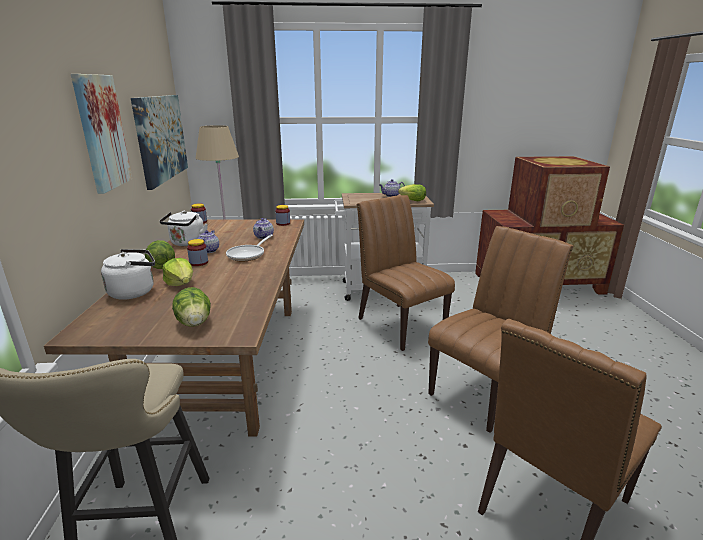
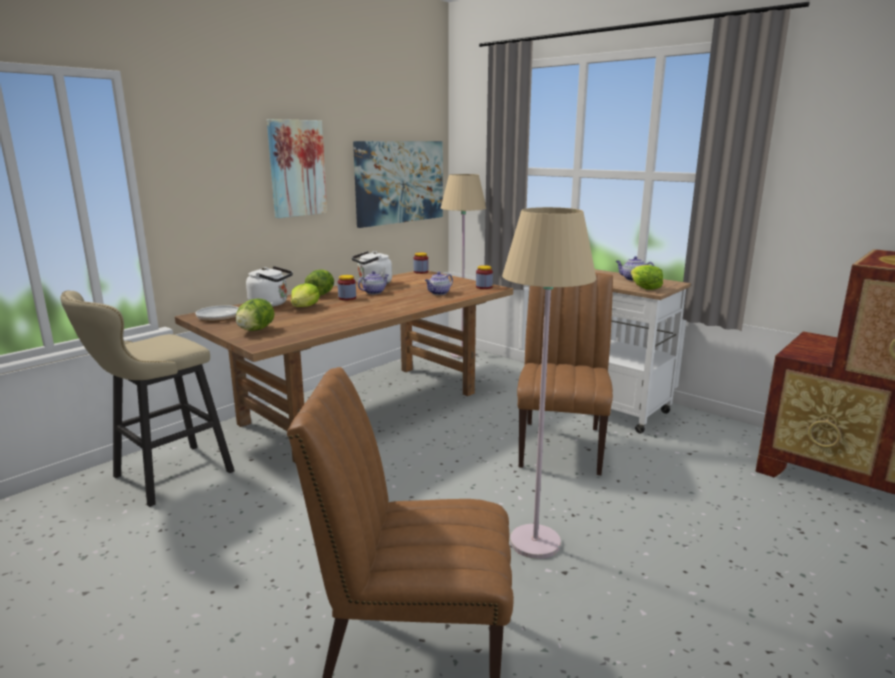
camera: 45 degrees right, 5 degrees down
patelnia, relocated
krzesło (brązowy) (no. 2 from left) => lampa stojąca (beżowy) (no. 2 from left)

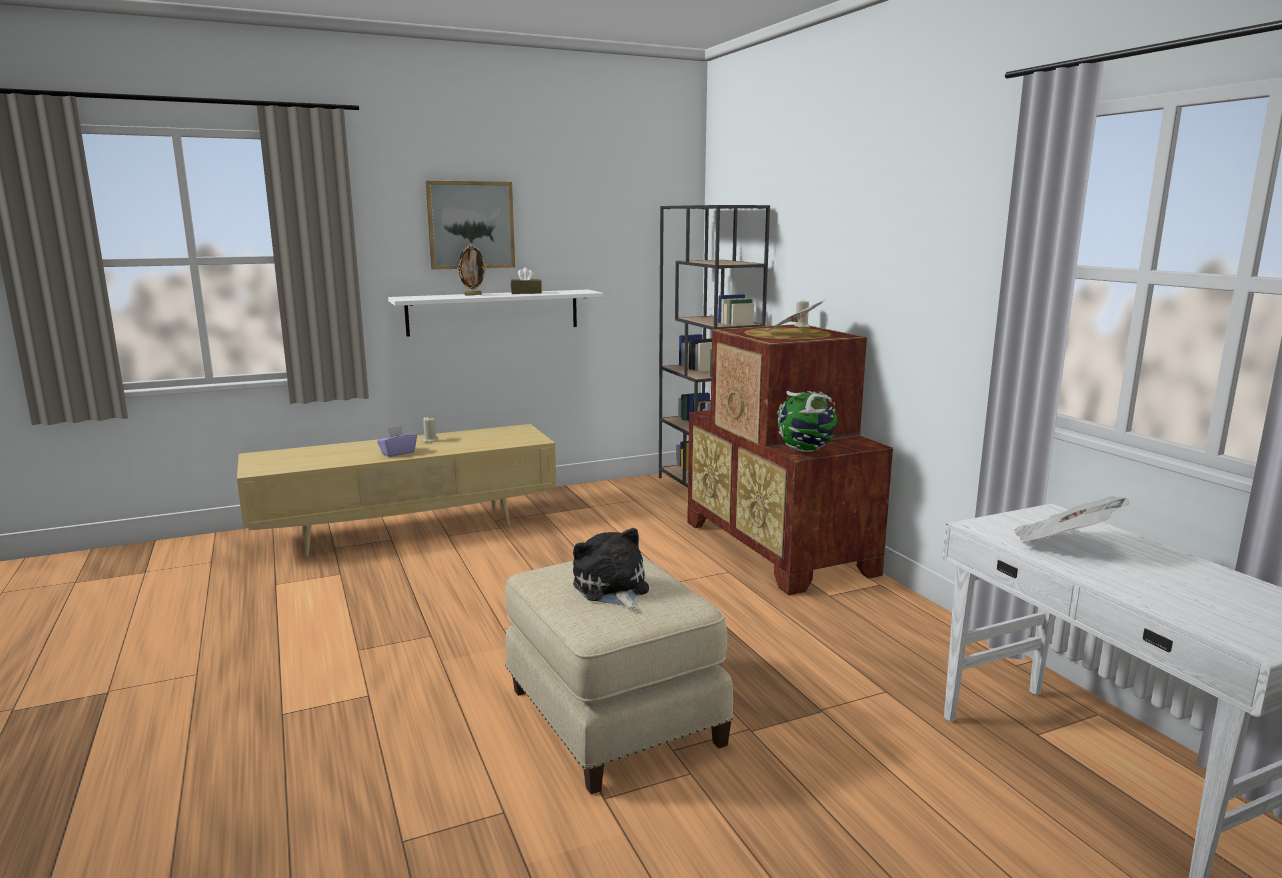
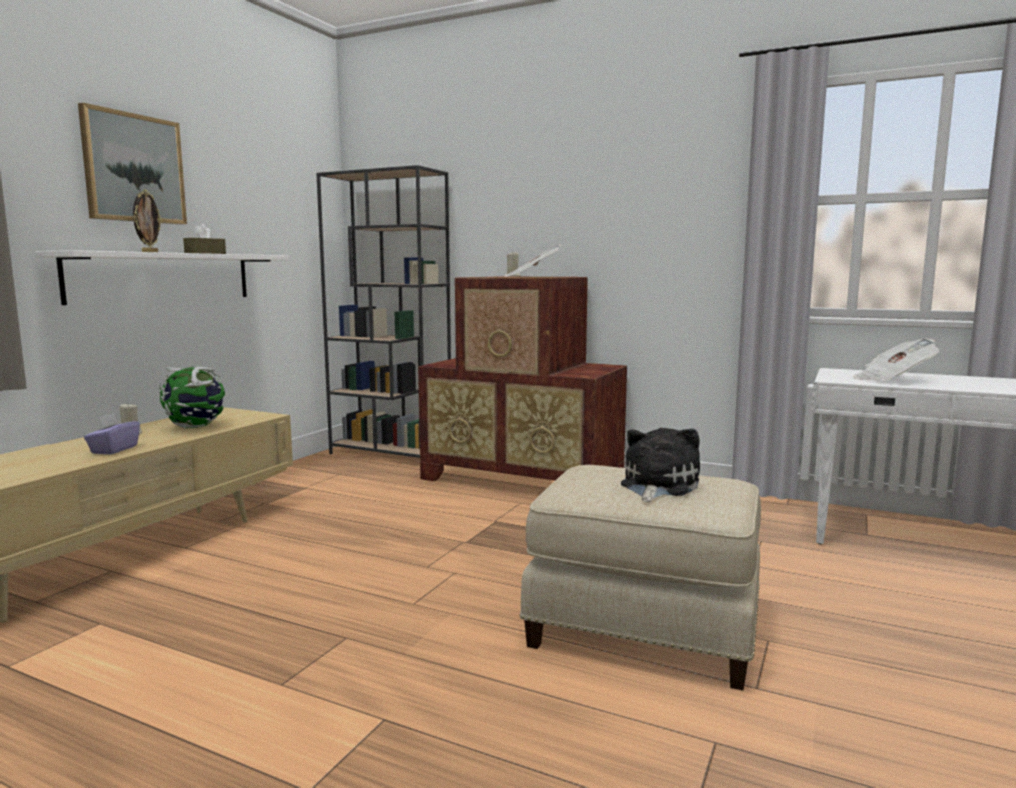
camera: 40 degrees left, 5 degrees down
pluszak, 90 degrees clockwise
globus, relocated

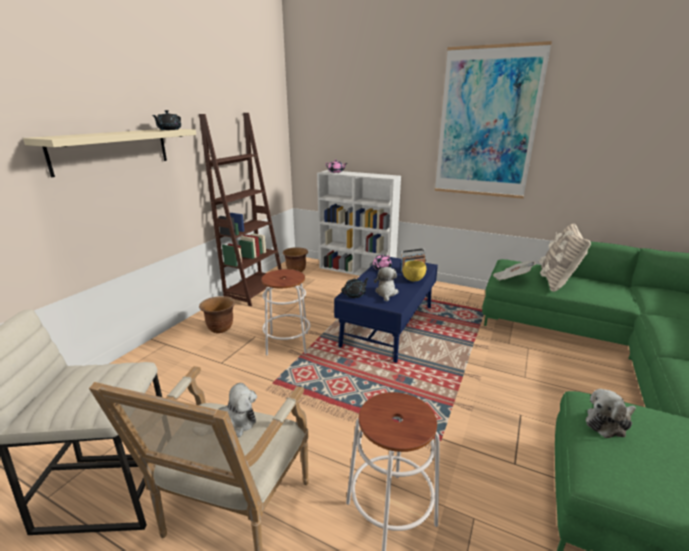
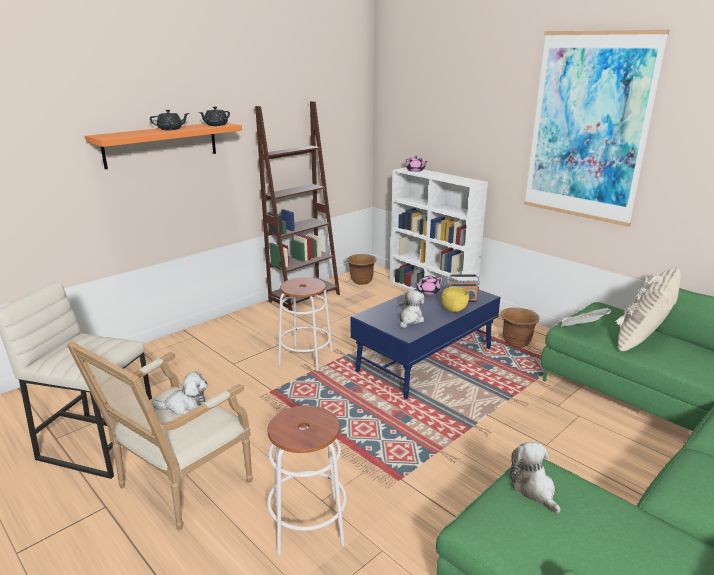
camera: 20 degrees right, 0 degrees up
półka (beżowy) => półka (pomarańczowy)
donica (brązowy) (no. 1 from left in the first image) => donica (brązowy) (no. 2 from left), relocated
imbryk (czarny) (no. 2 from left in the first image) => imbryk (czarny) (no. 1 from left), relocated
pluszak (no. 3 from left), 75 degrees clockwise

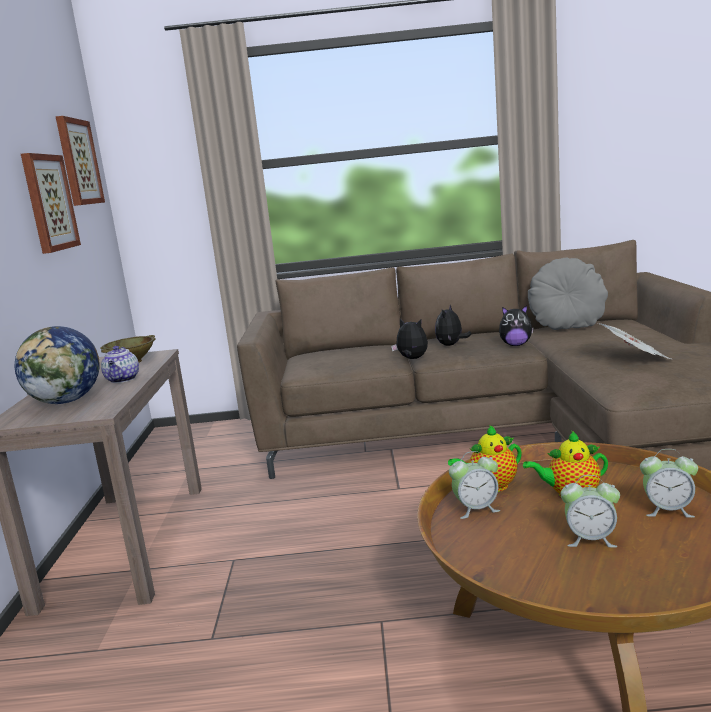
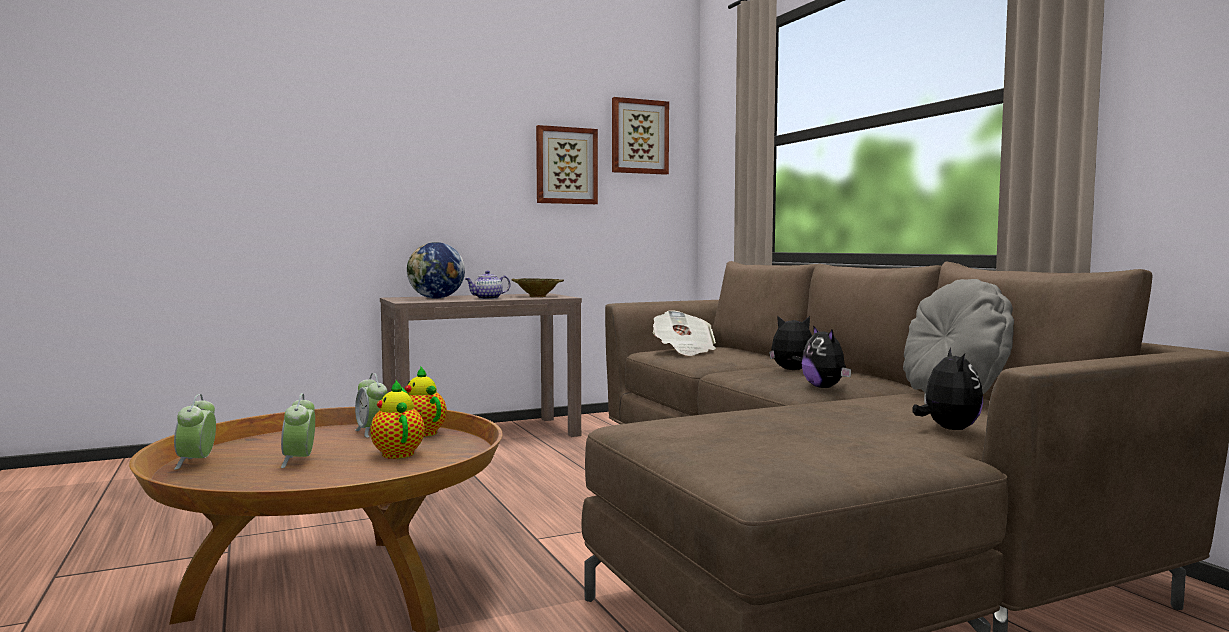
camera: 65 degrees right, 10 degrees down
pluszak (no. 1 from left in the first image) => pluszak (no. 3 from left), relocated
gazeta, relocated
budzik (no. 3 from left in the first image) => budzik (no. 1 from left), relocated

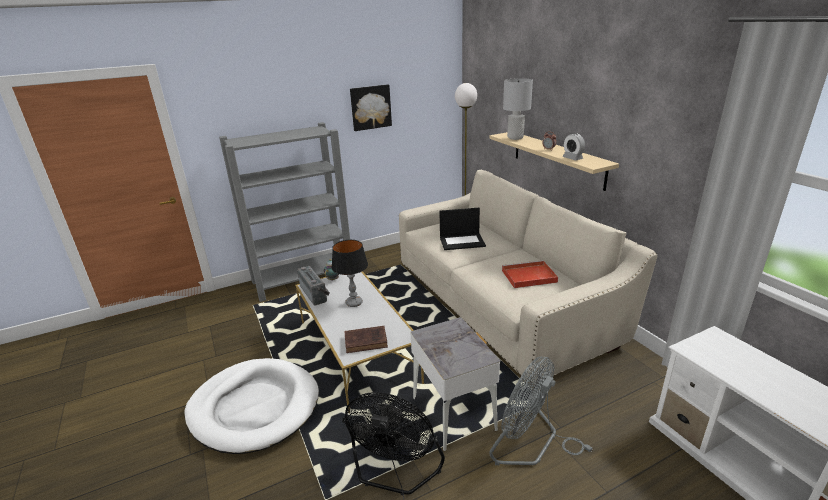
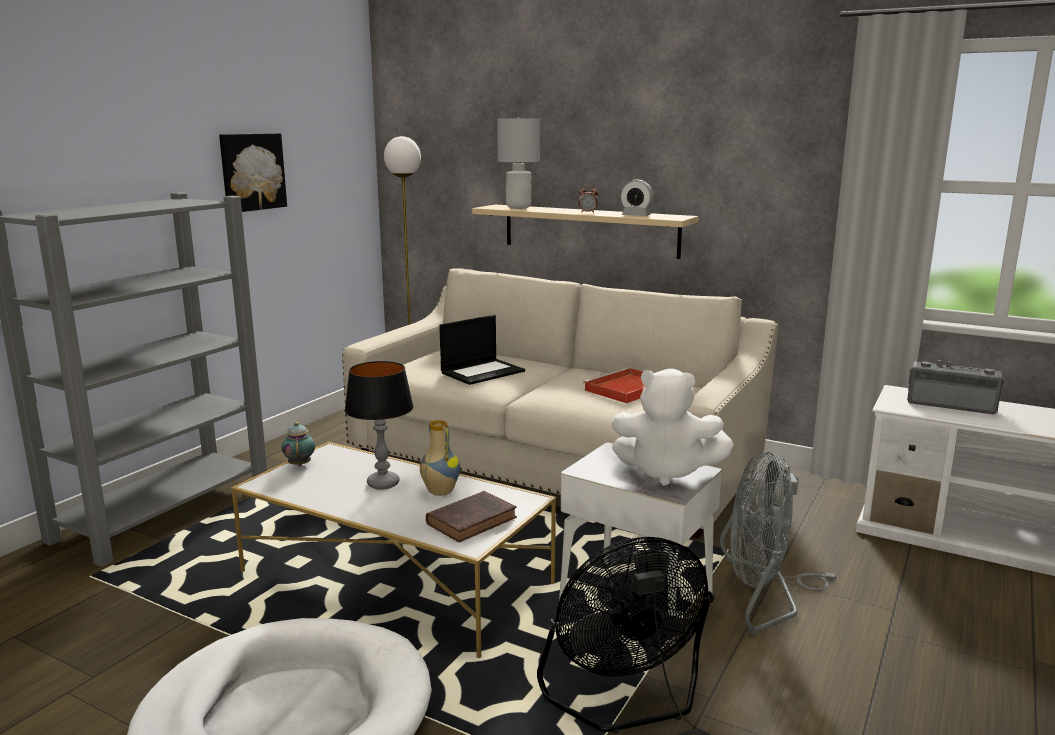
camera: 35 degrees left, 10 degrees down
radio, relocated
nothing => wazon
nothing => pluszak (biały)

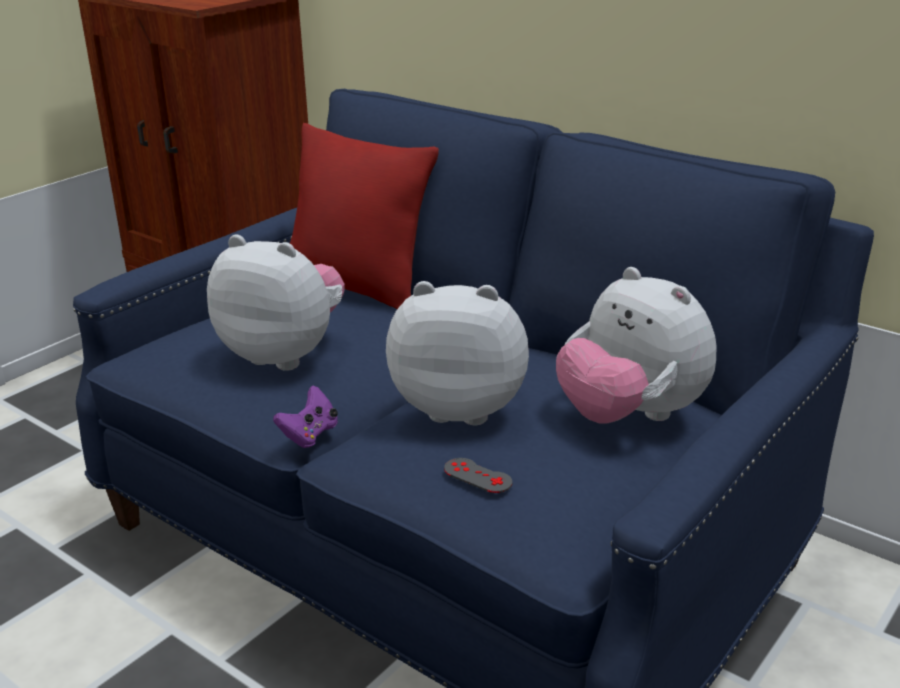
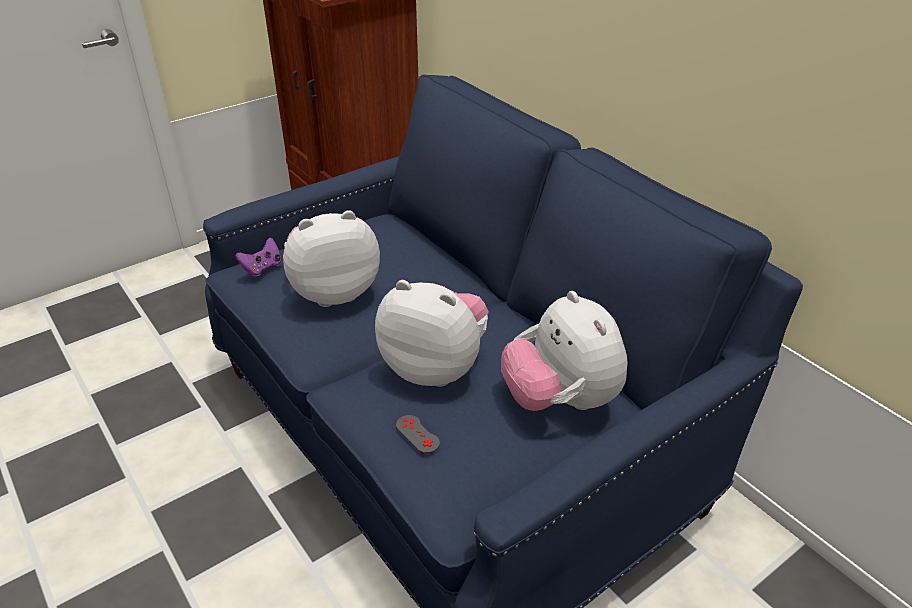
camera: 15 degrees right, 10 degrees up
pluszak (no. 1 from left), 60 degrees counterclockwise
pad do gier (fioletowy), relocated
poduszka (czerwony) => nothing

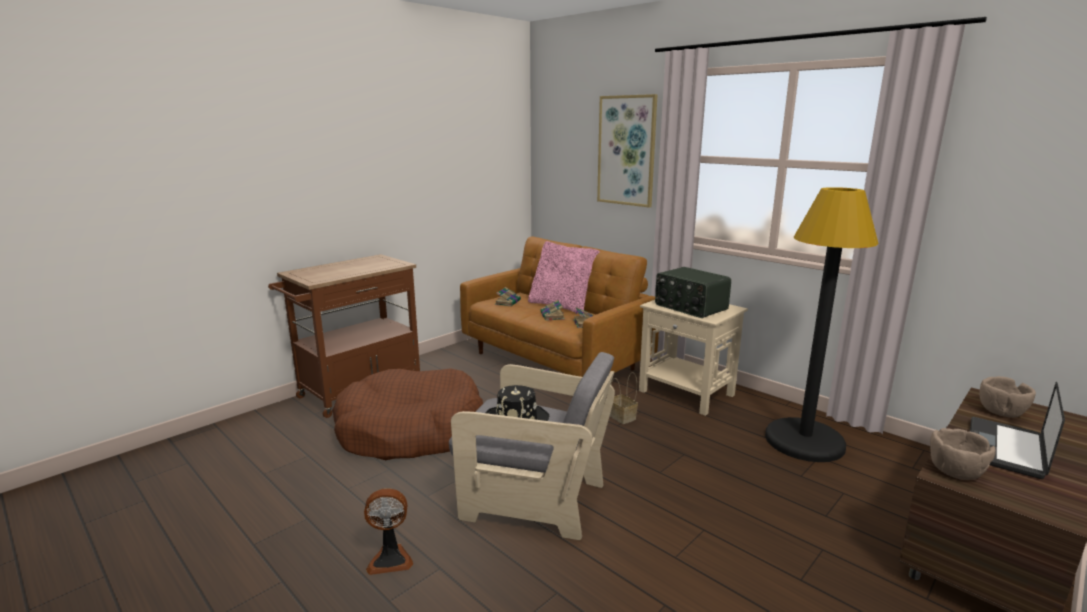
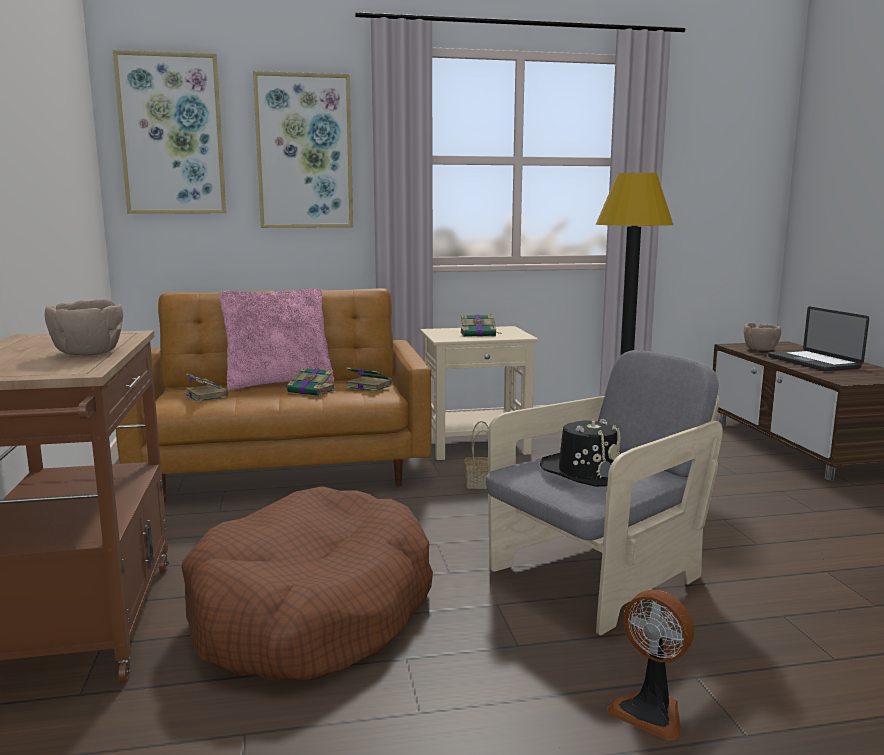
camera: 55 degrees left, 5 degrees down
wentylator, 105 degrees clockwise
radio => książka (no. 4 from left)
miska (brązowy) (no. 1 from left), relocated
nothing => obraz (no. 1 from left)

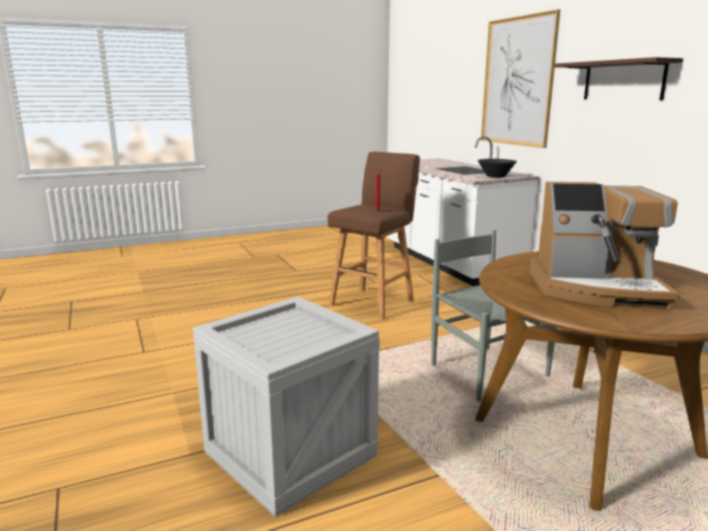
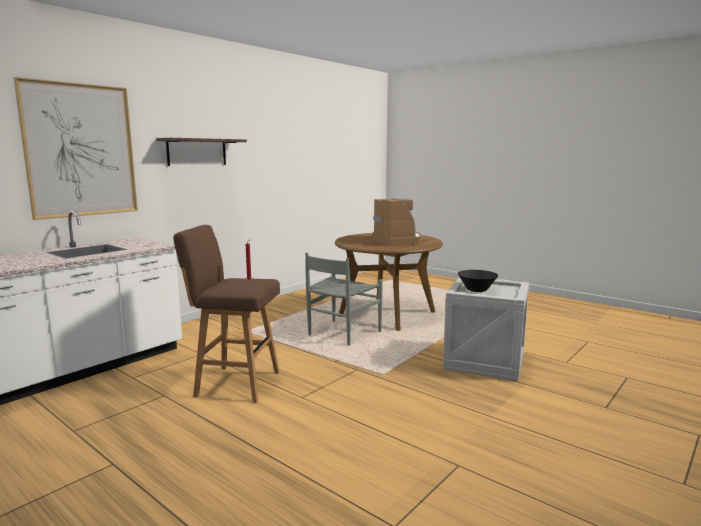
camera: 115 degrees left, 5 degrees down
miska (czarny), relocated

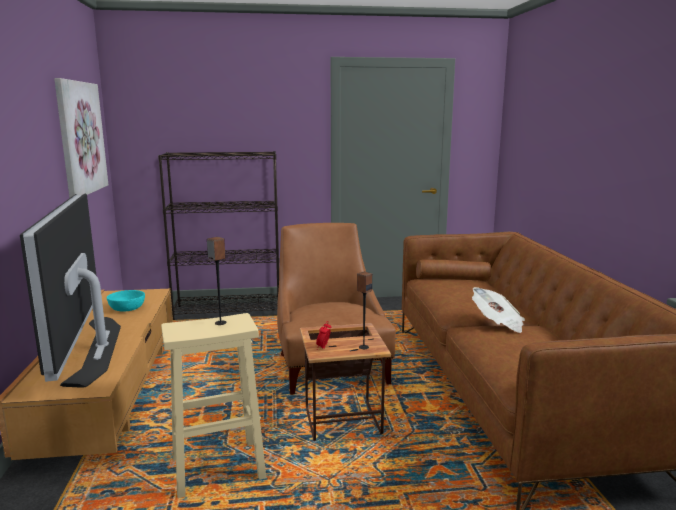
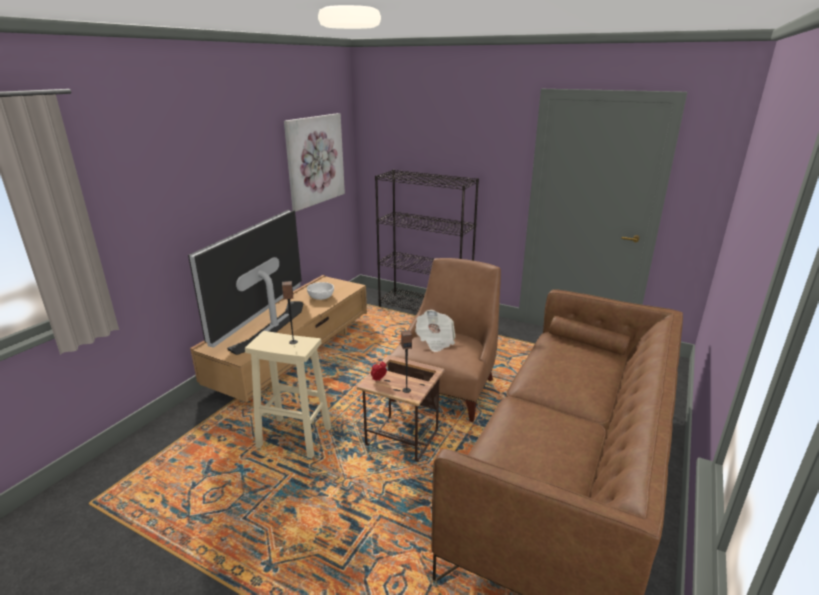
camera: 35 degrees right, 10 degrees up
miska (turkusowy) => miska (biały)
gazeta, relocated

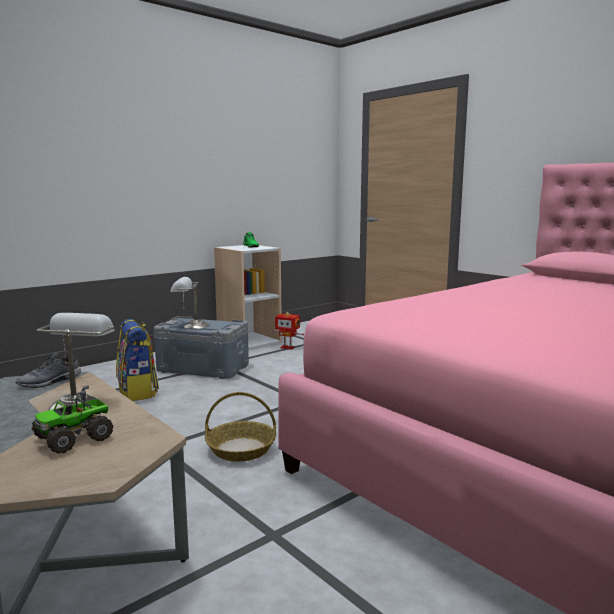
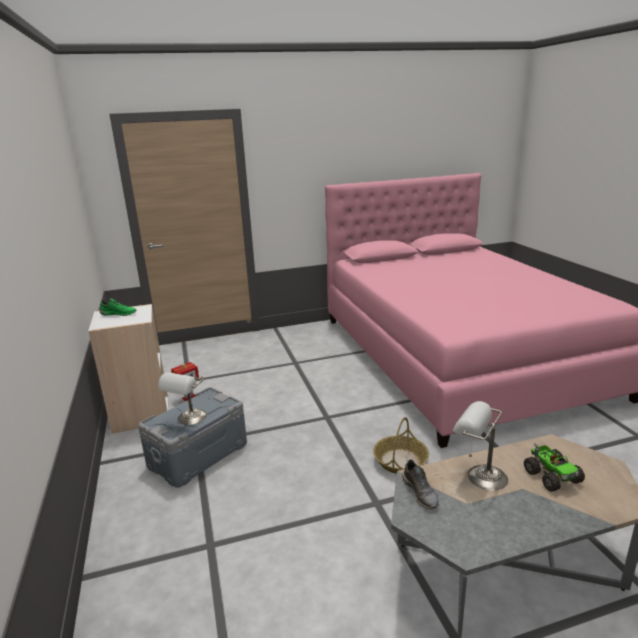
camera: 65 degrees left, 10 degrees up
plecak => nothing

